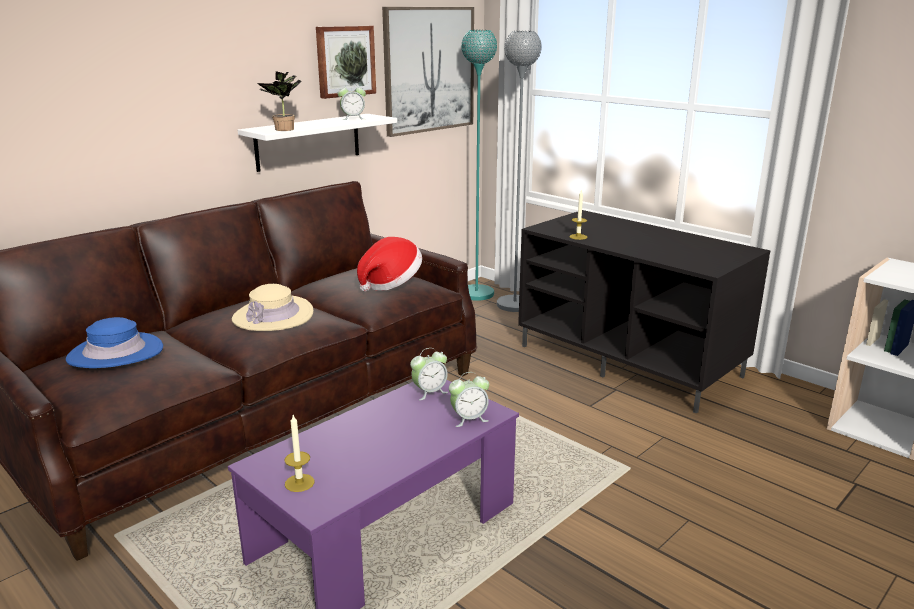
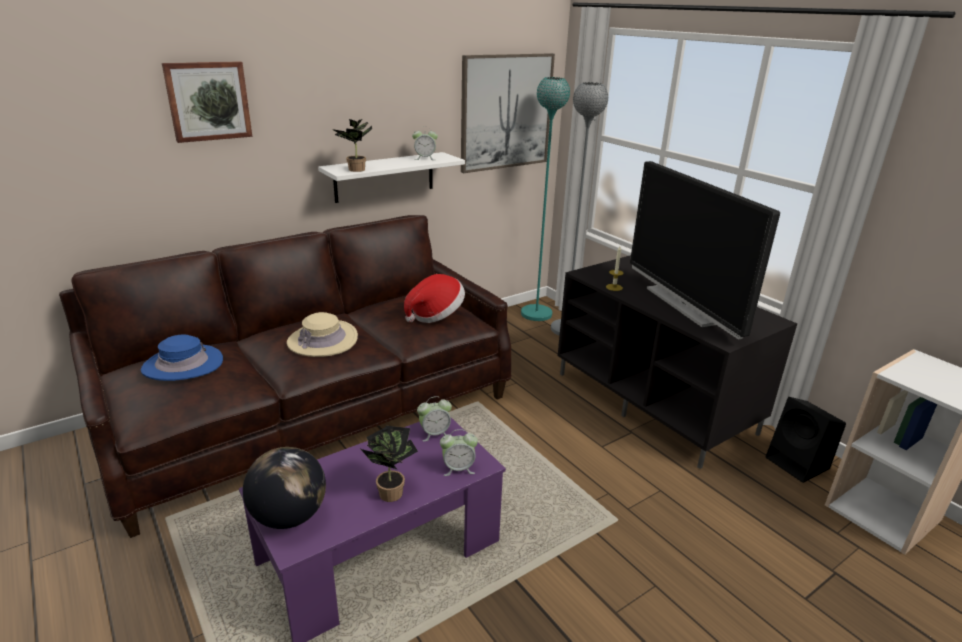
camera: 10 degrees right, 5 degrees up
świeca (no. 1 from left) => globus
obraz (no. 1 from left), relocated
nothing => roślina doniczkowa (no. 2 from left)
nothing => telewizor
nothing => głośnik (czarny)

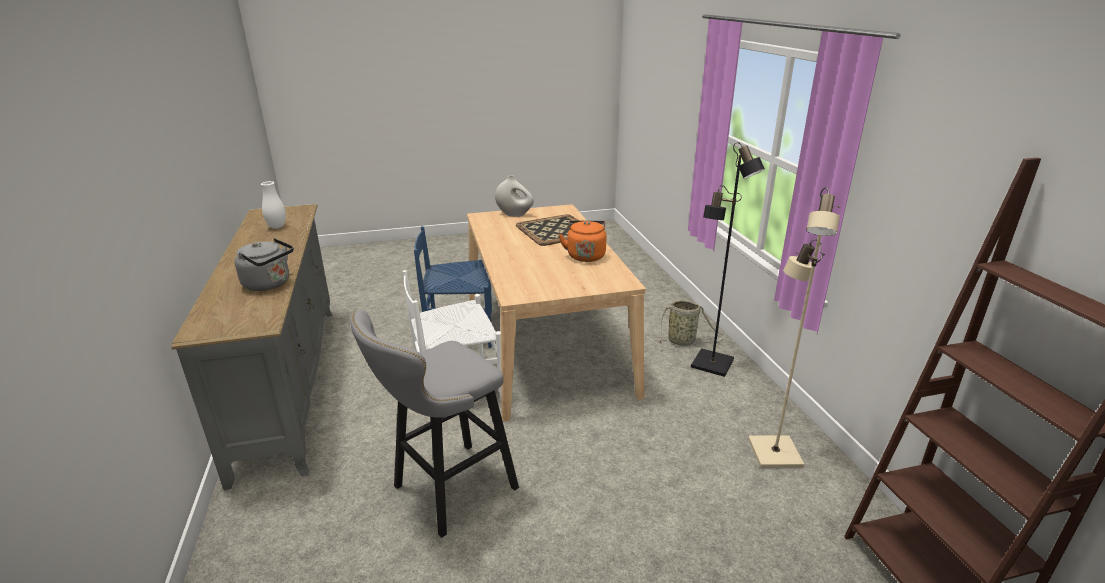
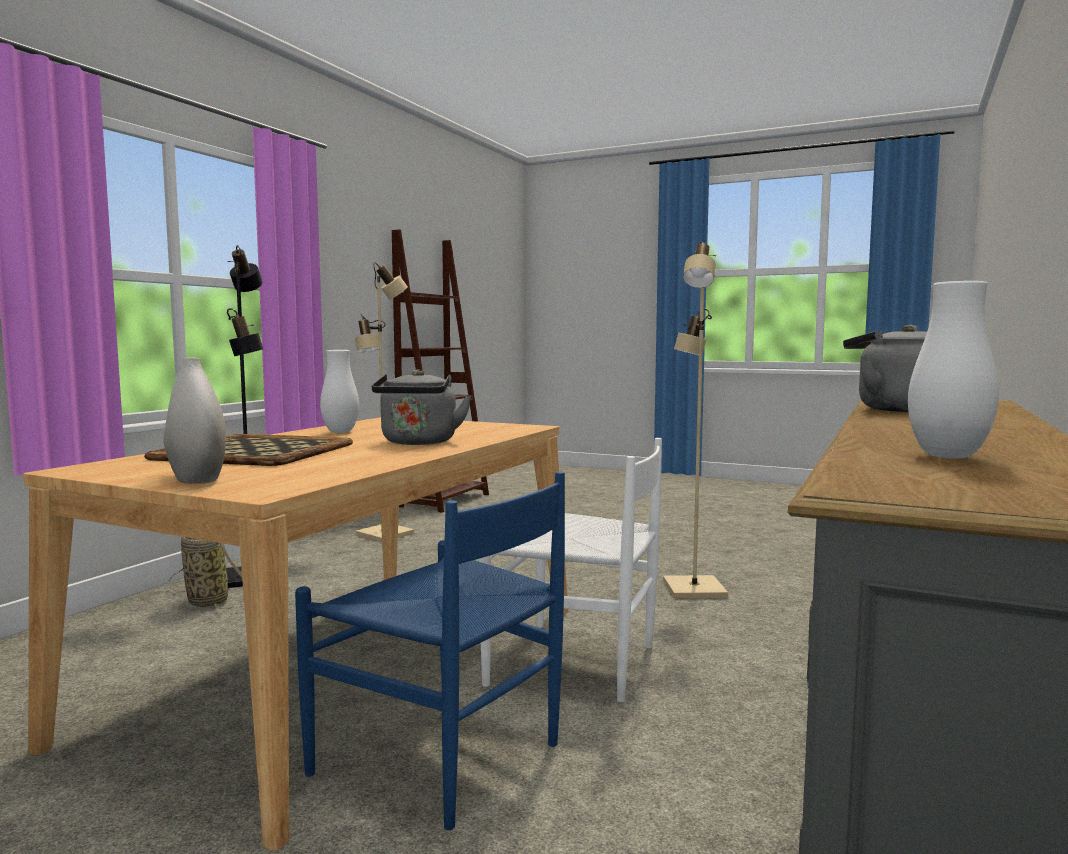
camera: 140 degrees left, 20 degrees down
stołek (szary) => lampa stojąca (beżowy) (no. 2 from left)
czajnik (pomarańczowy) => wazon (biały) (no. 2 from left)
nothing => czajnik (szary) (no. 1 from left)

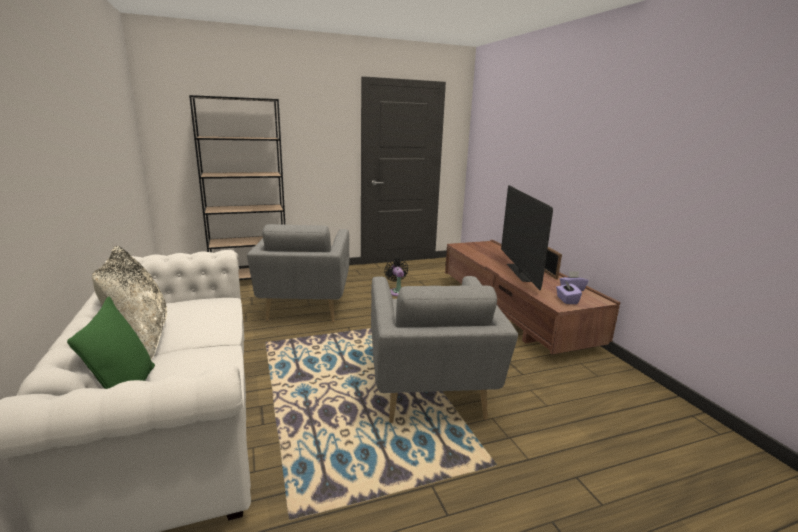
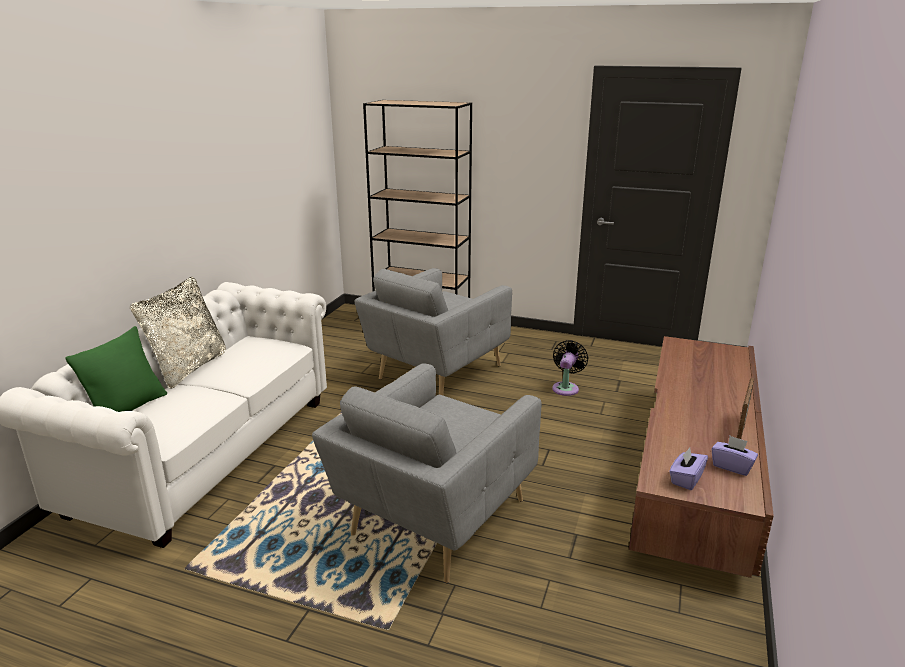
camera: 40 degrees right, 5 degrees up
telewizor => nothing

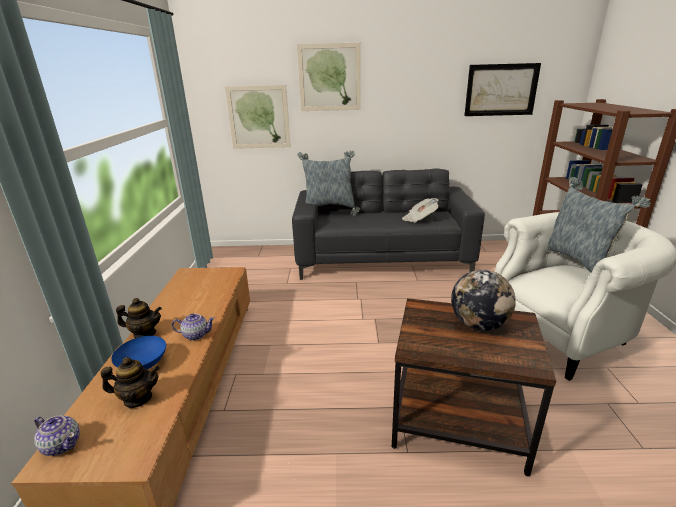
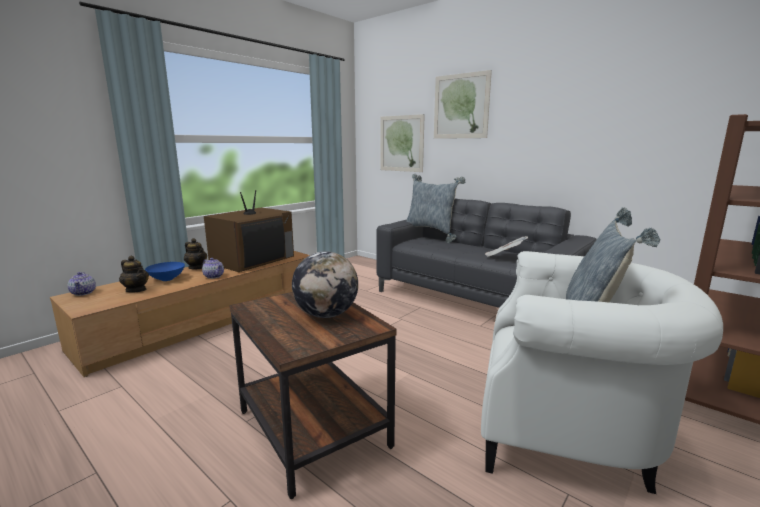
camera: 40 degrees right, 10 degrees down
obraz (no. 3 from left) => nothing
nothing => telewizor

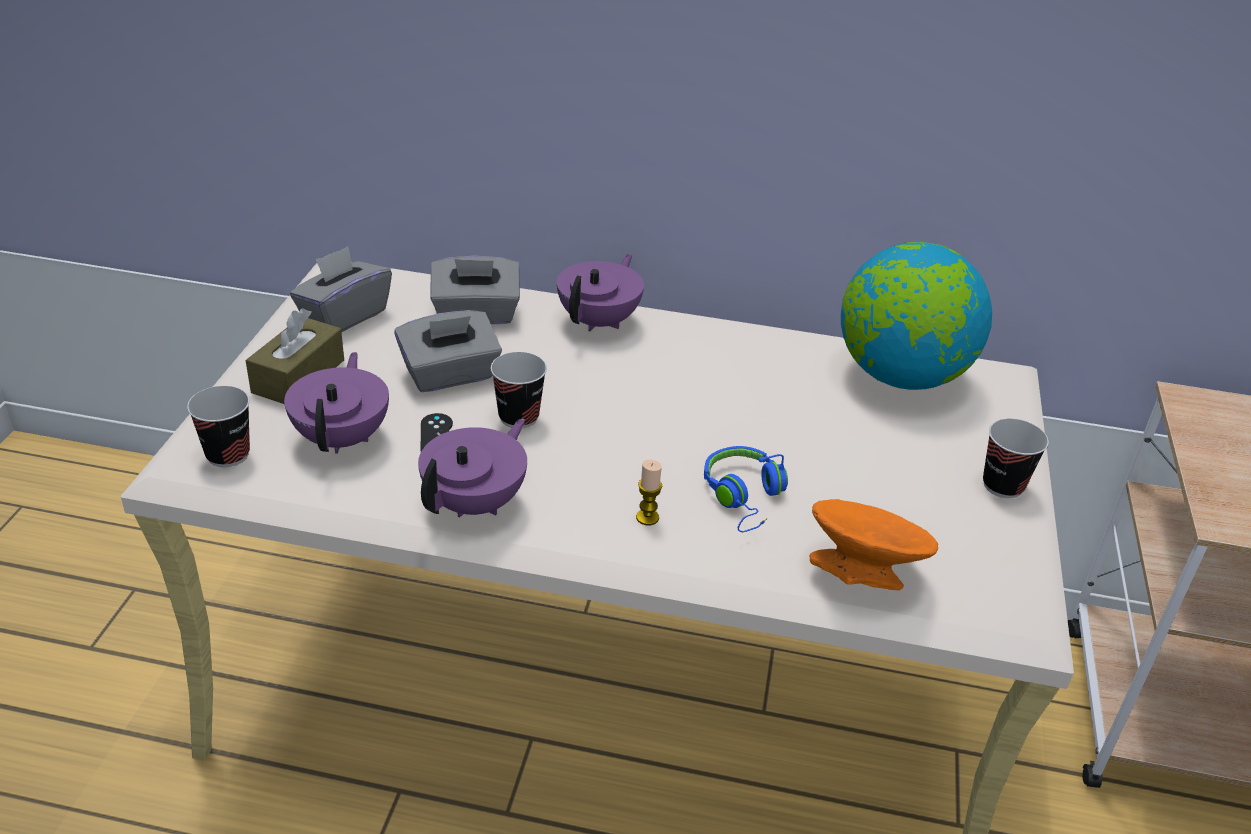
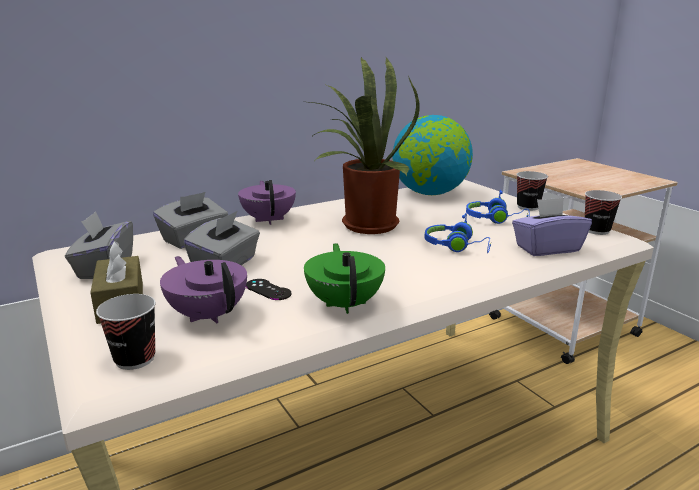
camera: 40 degrees left, 15 degrees down
imbryk (fioletowy) (no. 2 from left) => imbryk (zielony)
filiżanka (no. 2 from left in the first image) => filiżanka (no. 3 from left), relocated
świeca => nothing
miska (pomarańczowy) => pudełko chusteczek (fioletowy)
nothing => roślina doniczkowa
nothing => słuchawki (niebieski) (no. 2 from left)

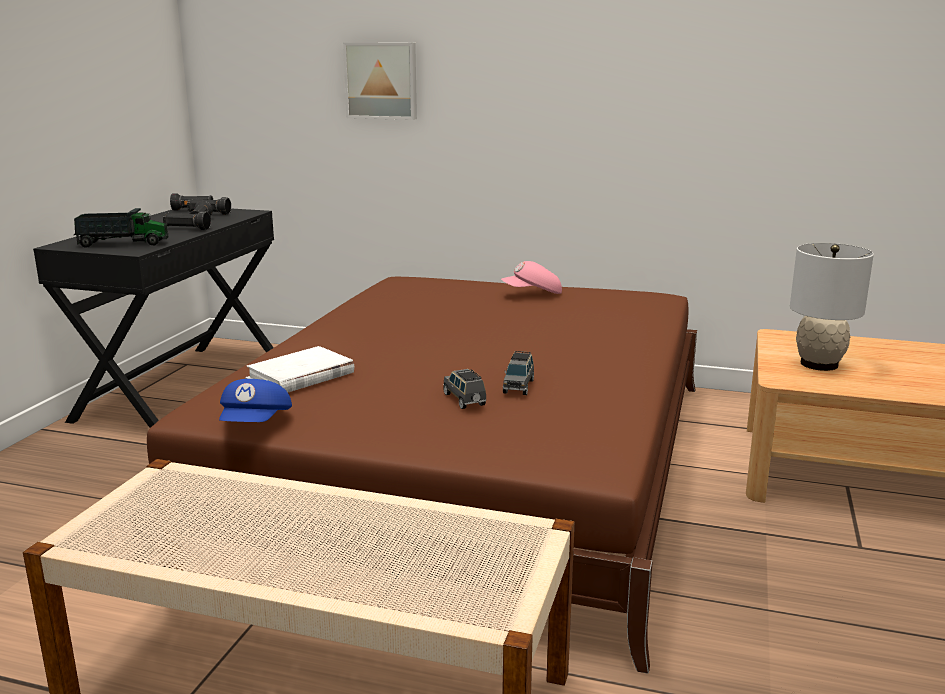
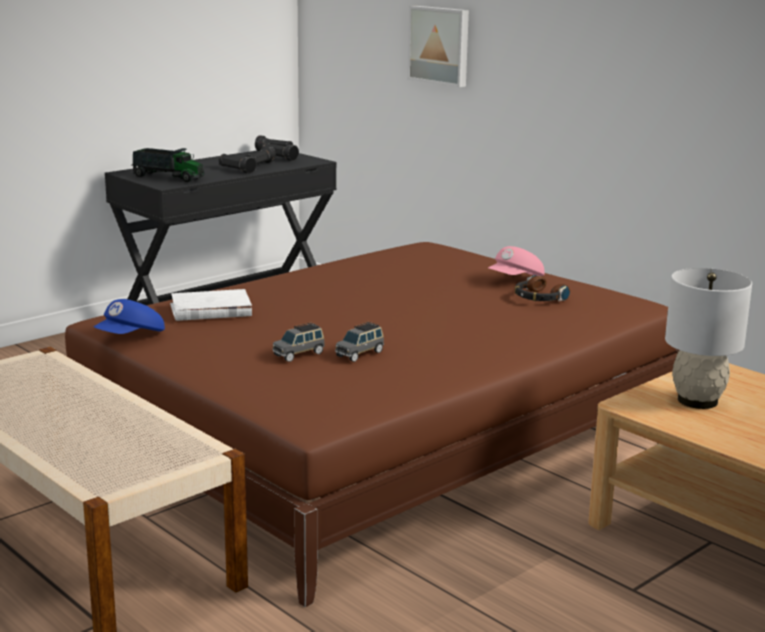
camera: 30 degrees right, 0 degrees up
samochodzik (szary) (no. 1 from left), 135 degrees counterclockwise
czapka z daszkiem (różowy), 60 degrees counterclockwise
nothing => słuchawki

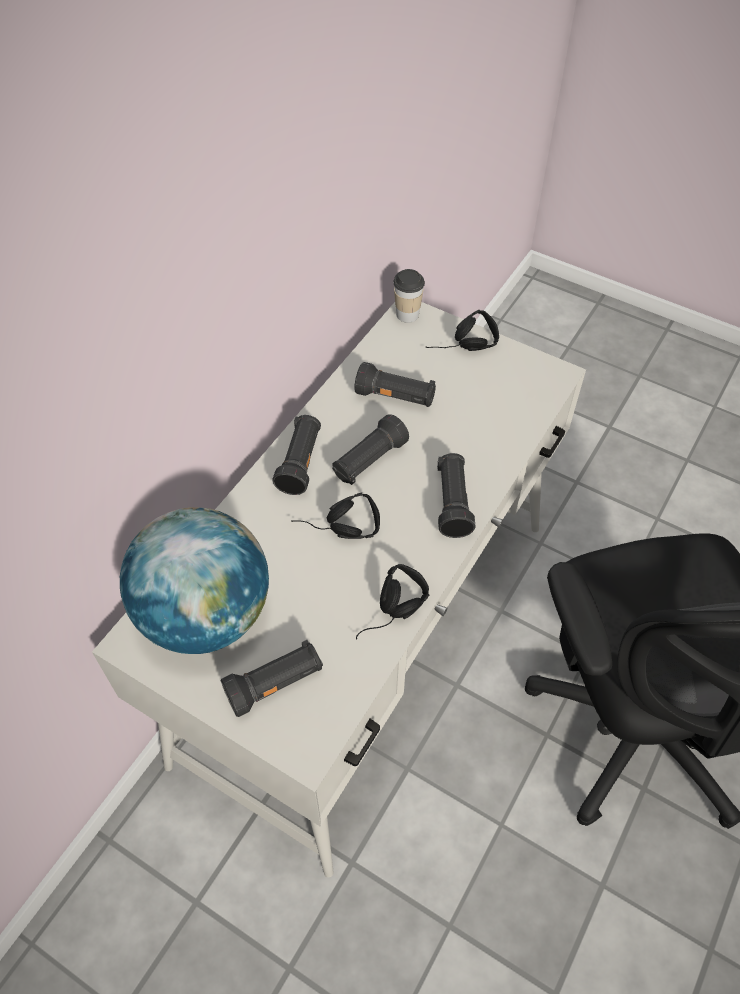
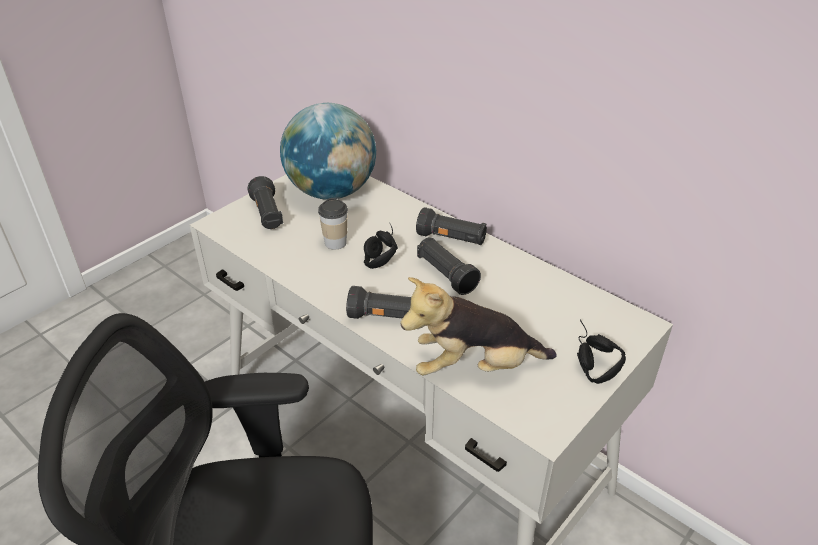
camera: 100 degrees right, 15 degrees down
latarka (czarny) (no. 4 from left) => nothing
słuchawki (czarny) (no. 2 from left) => nothing
filiżanka, relocated
nothing => pluszak

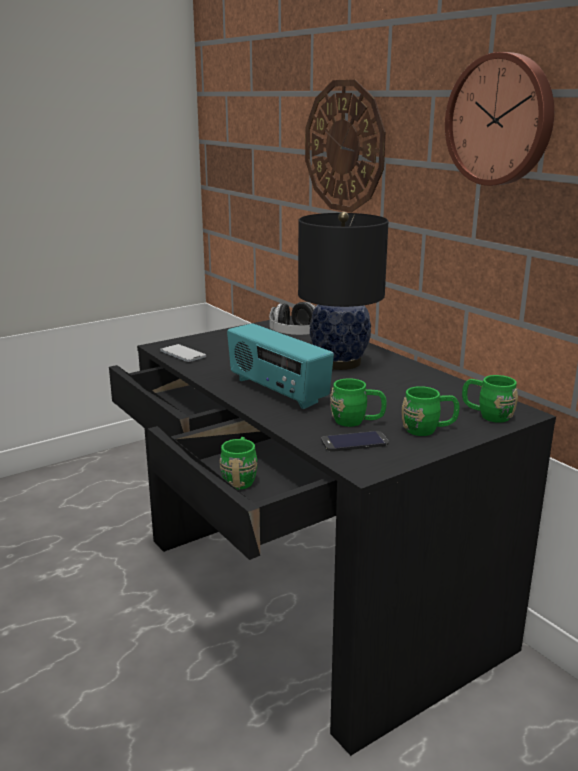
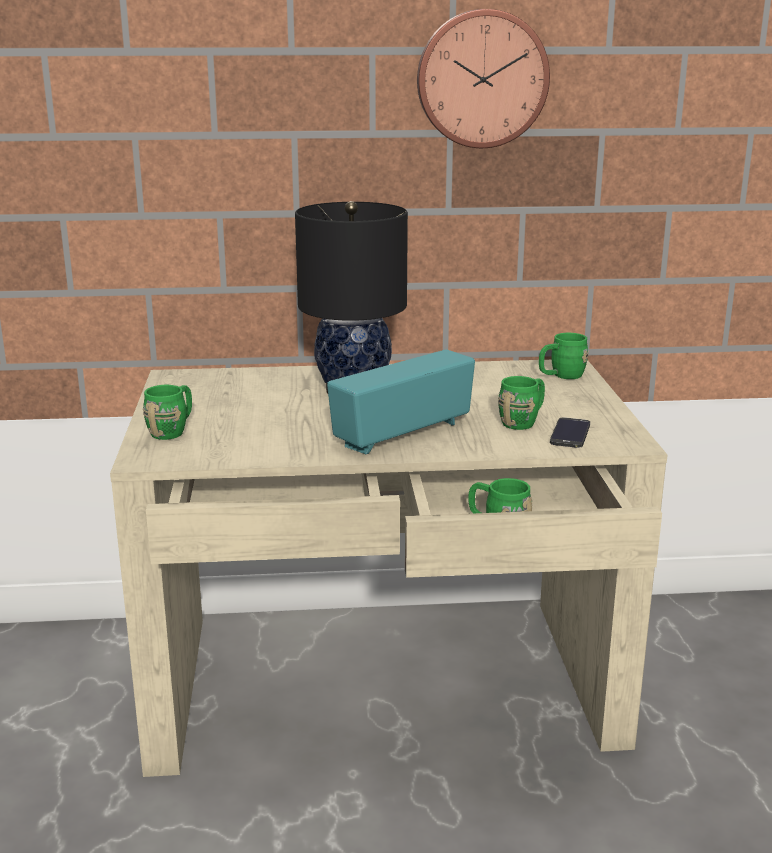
camera: 60 degrees left, 0 degrees up
biurko (czarny) => biurko (beżowy)
telefon (no. 1 from left) => nothing
radio, 150 degrees clockwise
słuchawki => nothing
zegar ścienny (no. 1 from left) => nothing
kubek (zielony) (no. 3 from left in the first image) => kubek (zielony) (no. 1 from left), relocated

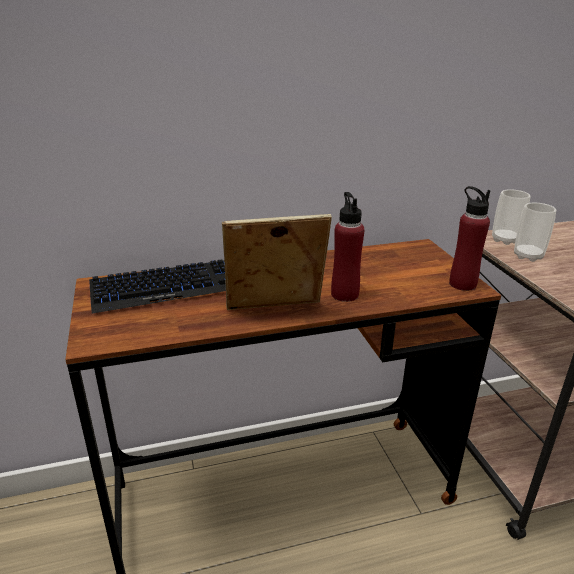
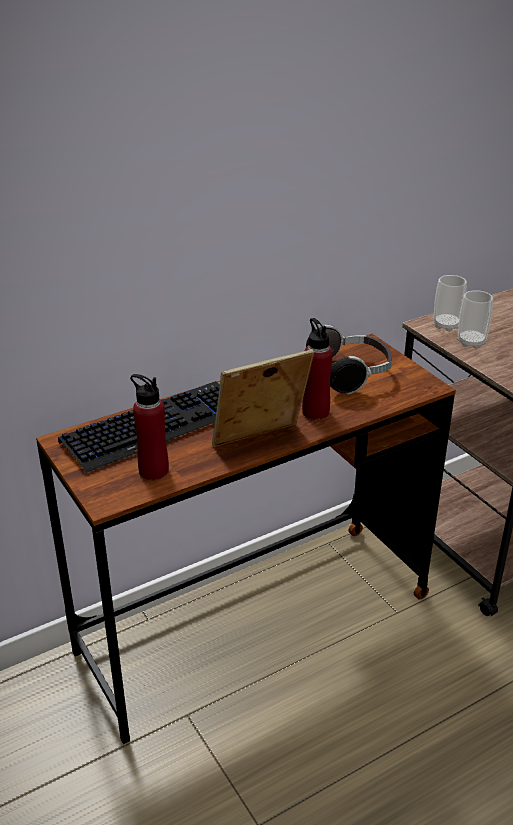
camera: 15 degrees left, 5 degrees up
butelka (czerwony) (no. 2 from left in the first image) => butelka (czerwony) (no. 1 from left), relocated
nothing => słuchawki

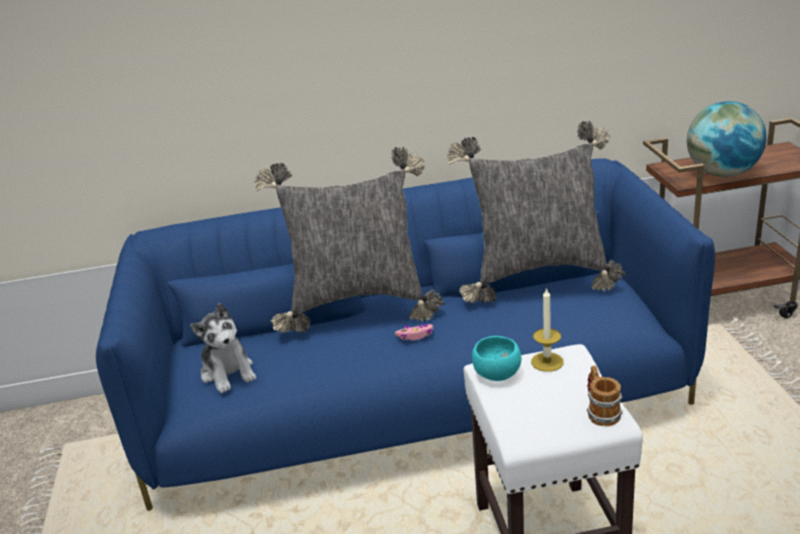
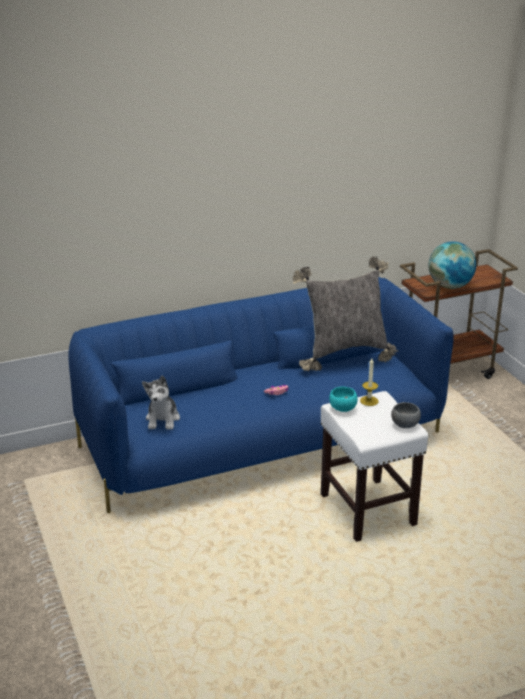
camera: 15 degrees left, 0 degrees up
pluszak, 45 degrees clockwise
poduszka (no. 1 from left) => nothing
kubek => miska (szary)

